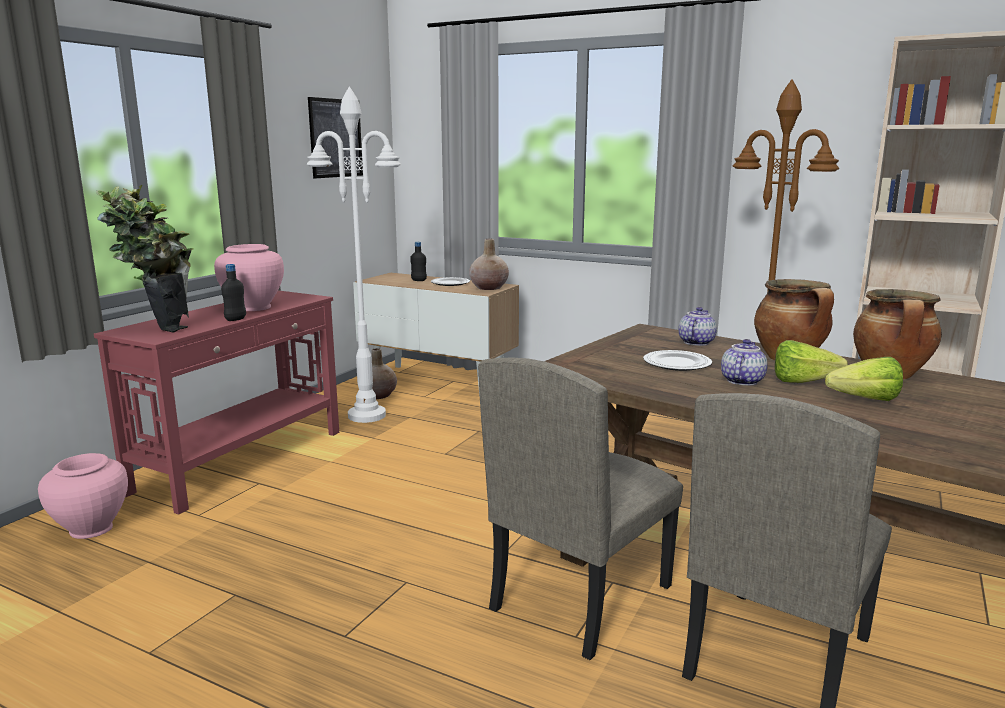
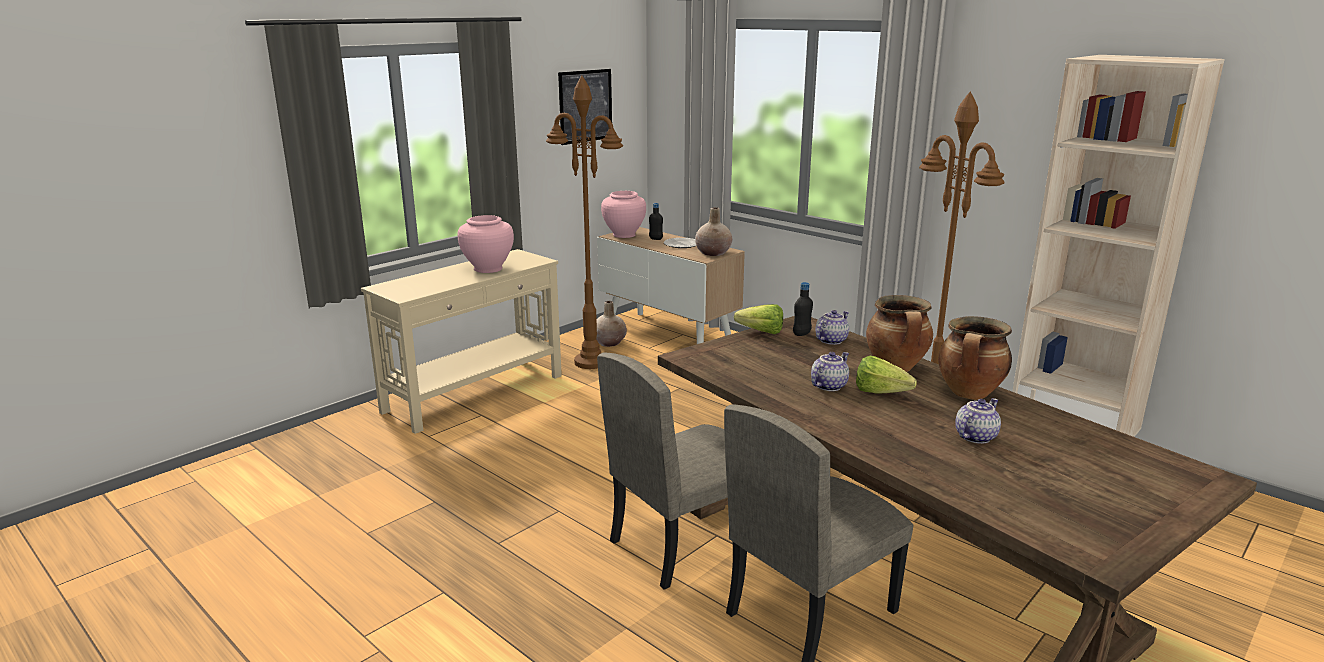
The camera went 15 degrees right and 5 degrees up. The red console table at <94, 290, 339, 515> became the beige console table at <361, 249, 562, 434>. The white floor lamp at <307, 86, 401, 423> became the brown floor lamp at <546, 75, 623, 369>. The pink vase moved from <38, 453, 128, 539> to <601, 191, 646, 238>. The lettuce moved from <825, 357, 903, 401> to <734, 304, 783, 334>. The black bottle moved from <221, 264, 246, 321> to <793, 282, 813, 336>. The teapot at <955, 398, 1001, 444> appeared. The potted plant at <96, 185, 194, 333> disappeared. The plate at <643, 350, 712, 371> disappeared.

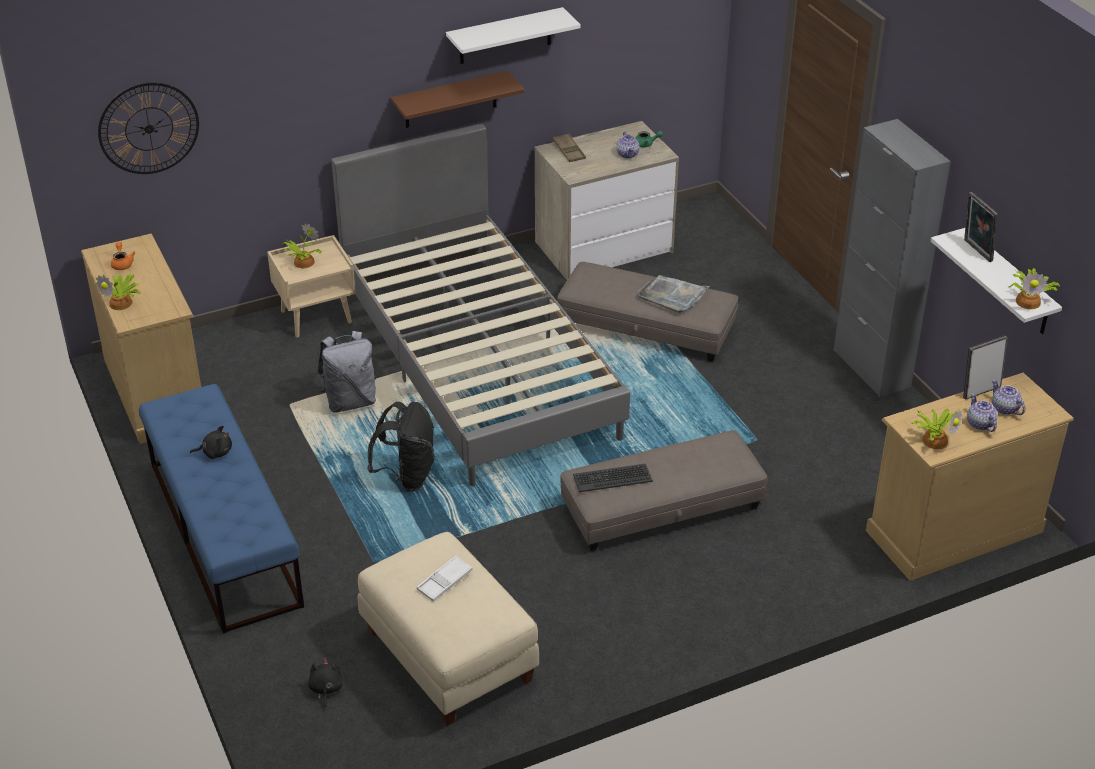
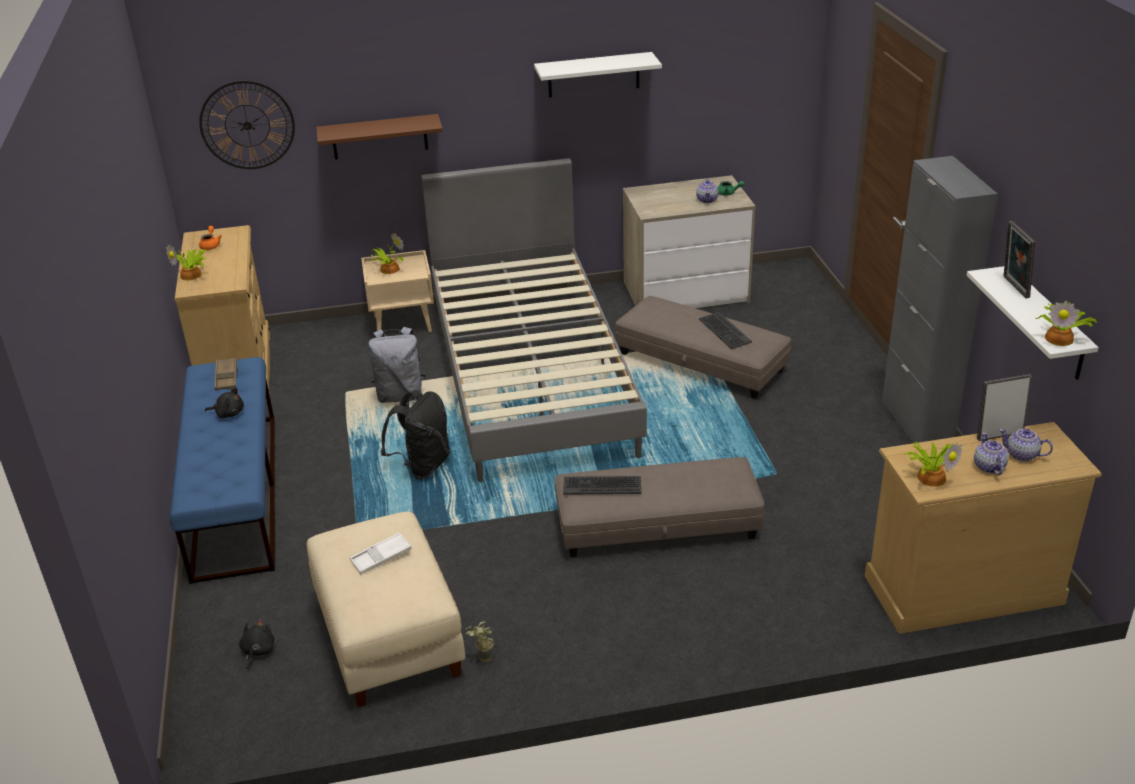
The camera went 15 degrees right and 5 degrees down. The brown tray moved from <552, 133, 586, 162> to <215, 358, 237, 390>. The brown shelf moved from <391, 71, 525, 128> to <316, 114, 443, 160>. The potted plant at <466, 622, 494, 662> appeared. The grey tray at <637, 275, 710, 313> was replaced by the keyboard at <699, 312, 752, 349>. The teapot at <992, 380, 1025, 415> turned 45 degrees counterclockwise.

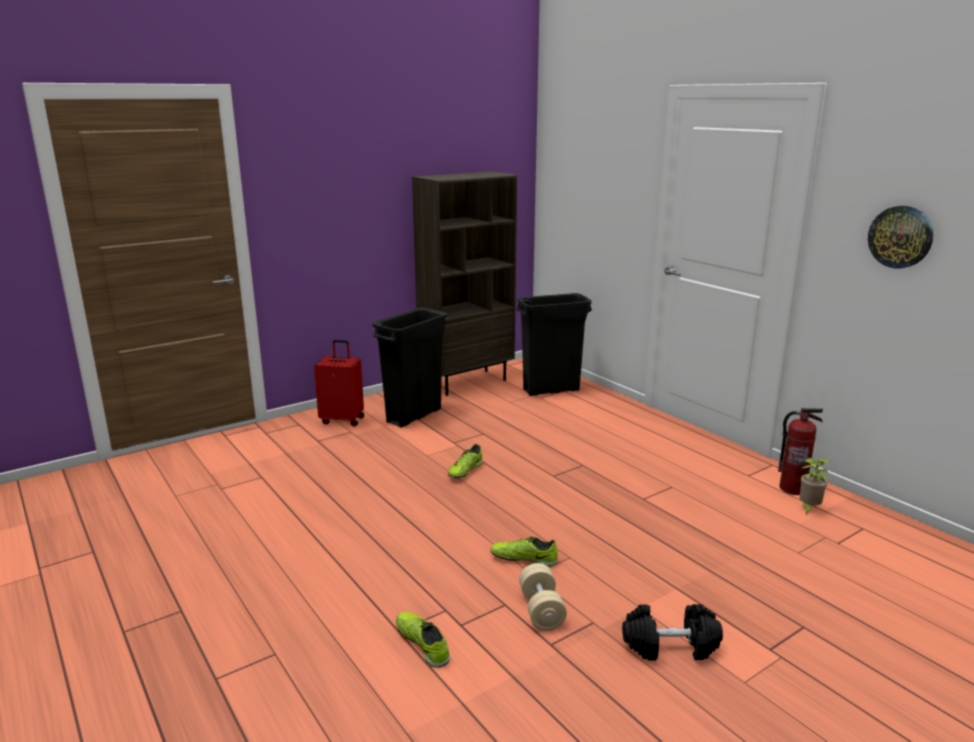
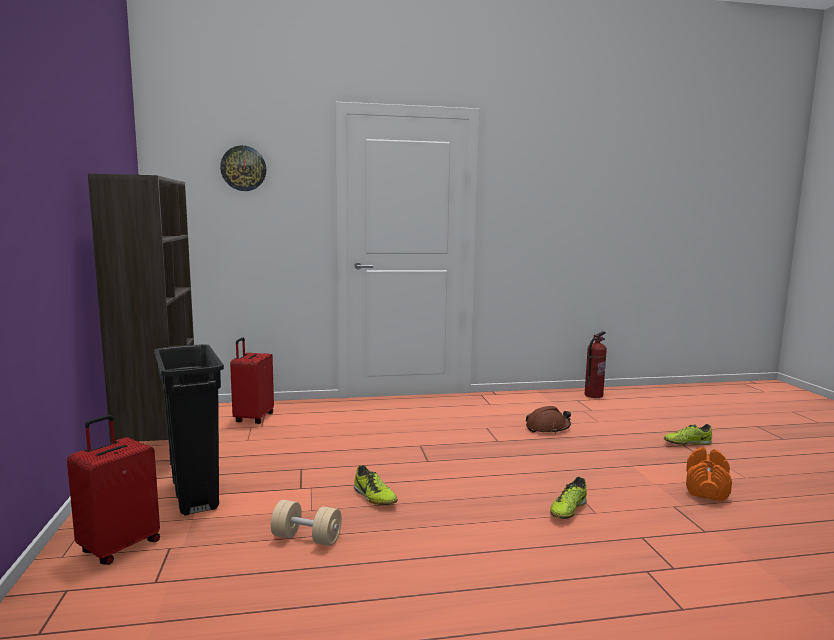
The camera went 65 degrees left and 10 degrees down. The wall clock moved from <868, 206, 933, 269> to <220, 146, 266, 191>. The black trash can at <516, 293, 592, 396> was replaced by the red suitcase at <230, 337, 274, 424>. The beige dumbbell moved from <519, 563, 567, 630> to <271, 500, 342, 546>. The brown hard hat at <526, 406, 571, 434> appeared. The fire extinguisher moved from <778, 408, 823, 495> to <585, 331, 607, 398>. The shoe moved from <396, 612, 450, 668> to <664, 424, 712, 445>. The black dumbbell at <622, 604, 723, 661> became the orange dumbbell at <686, 447, 732, 501>. The potted plant at <799, 458, 830, 514> disappeared.

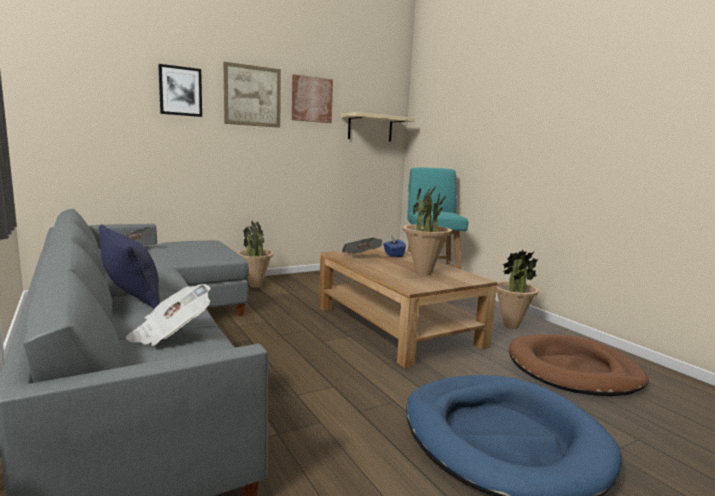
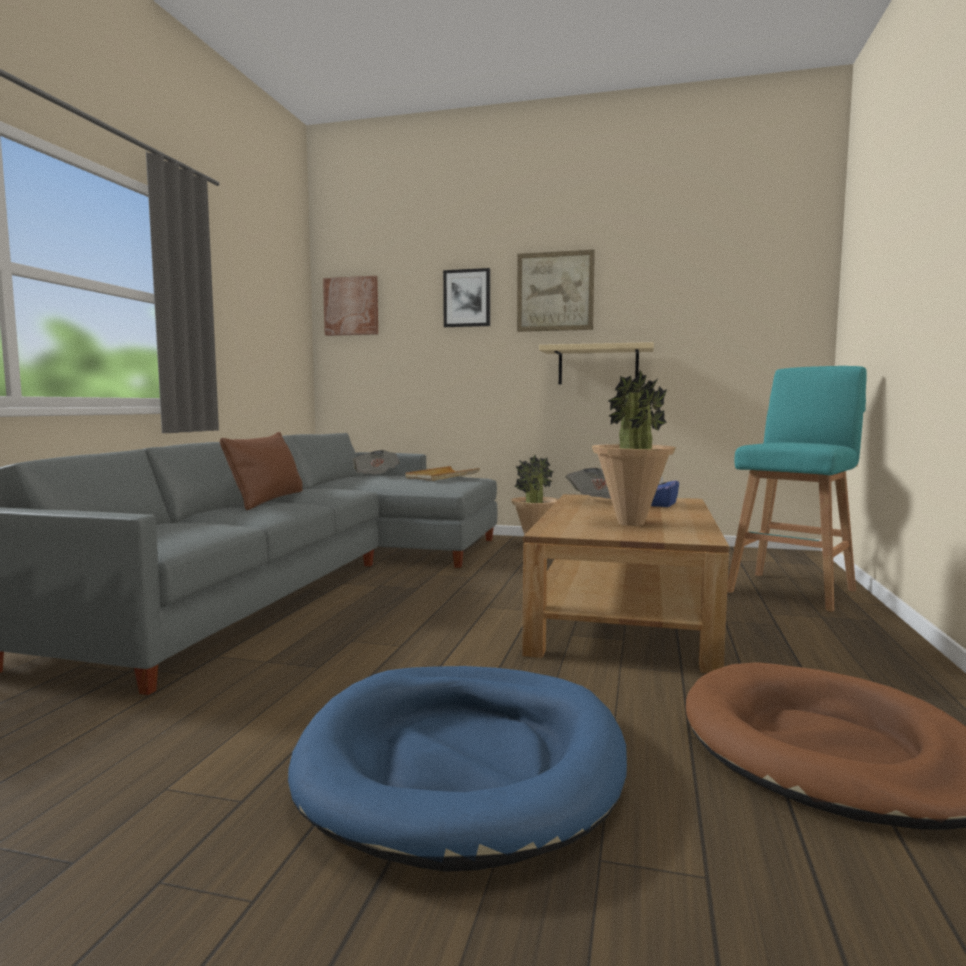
The camera went 45 degrees right and 5 degrees down. The blue pillow at <99, 224, 160, 309> became the brown pillow at <220, 432, 303, 510>. The picture moved from <292, 74, 333, 123> to <323, 276, 378, 336>. The beige tray at <405, 466, 480, 481> appeared. The beige shelf moved from <341, 112, 415, 142> to <539, 342, 654, 384>. The newspaper at <126, 284, 211, 346> disappeared. The potted plant at <496, 250, 539, 329> disappeared.

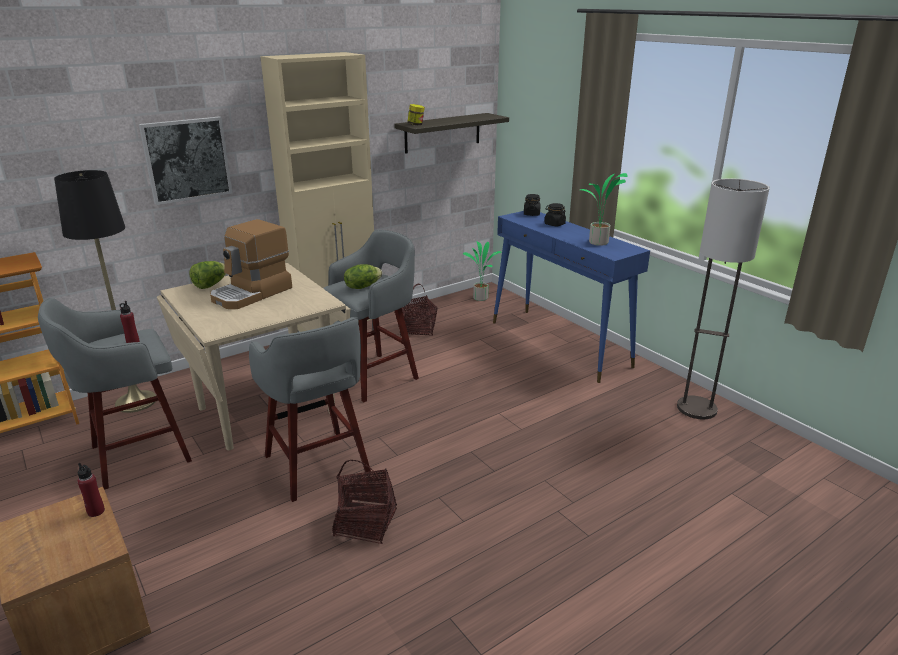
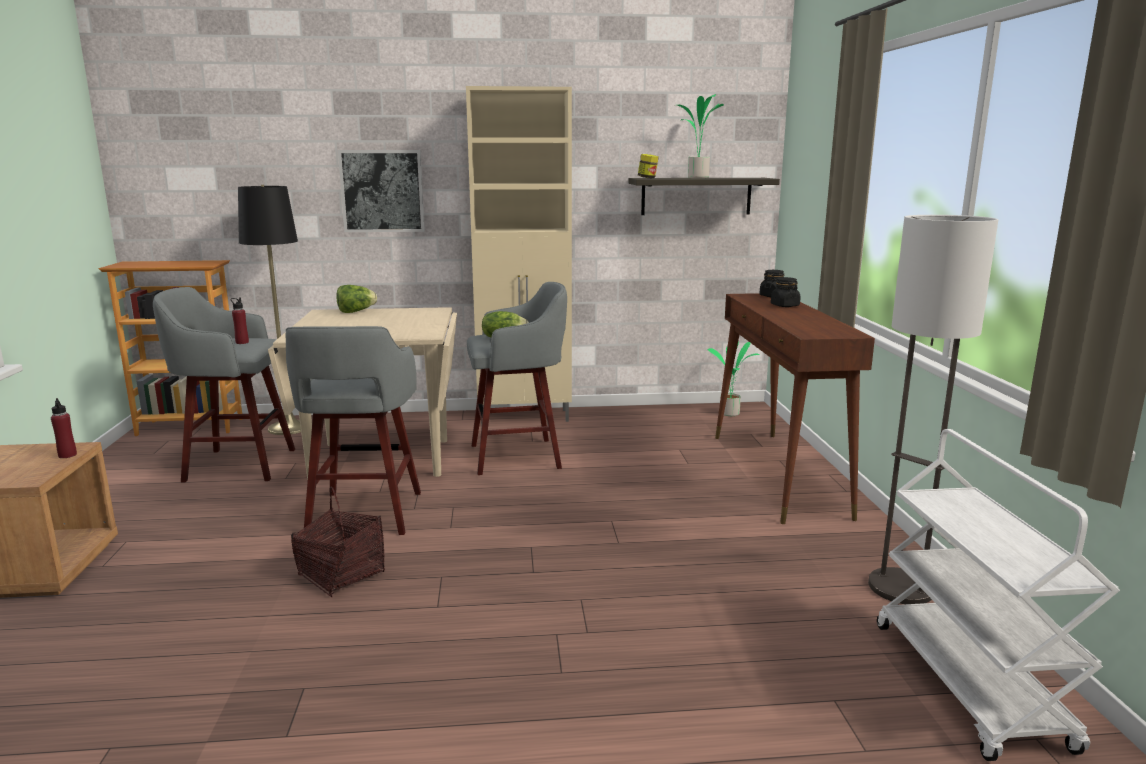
The camera went 30 degrees right and 10 degrees down. The potted plant moved from <580, 173, 628, 246> to <677, 94, 724, 178>. The blue console table at <493, 211, 650, 383> became the brown console table at <715, 293, 875, 524>. The white cart at <877, 429, 1120, 761> appeared. The coffee machine at <210, 219, 292, 309> disappeared. The basket at <400, 284, 438, 336> disappeared.

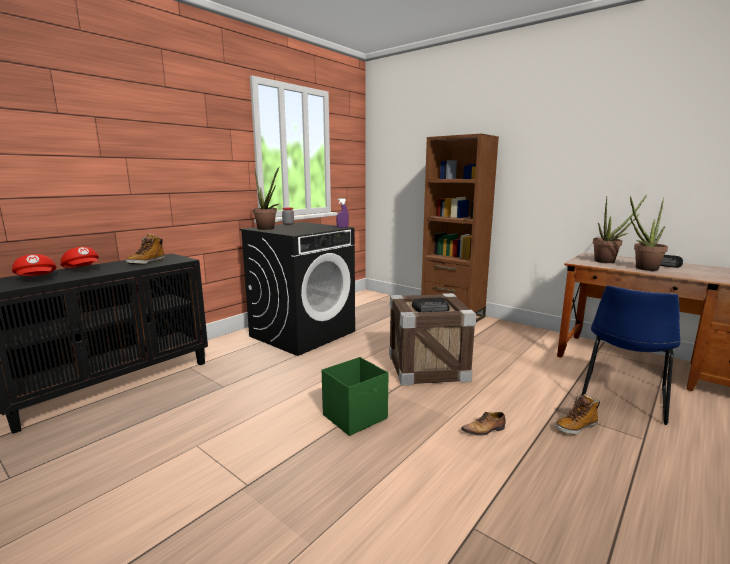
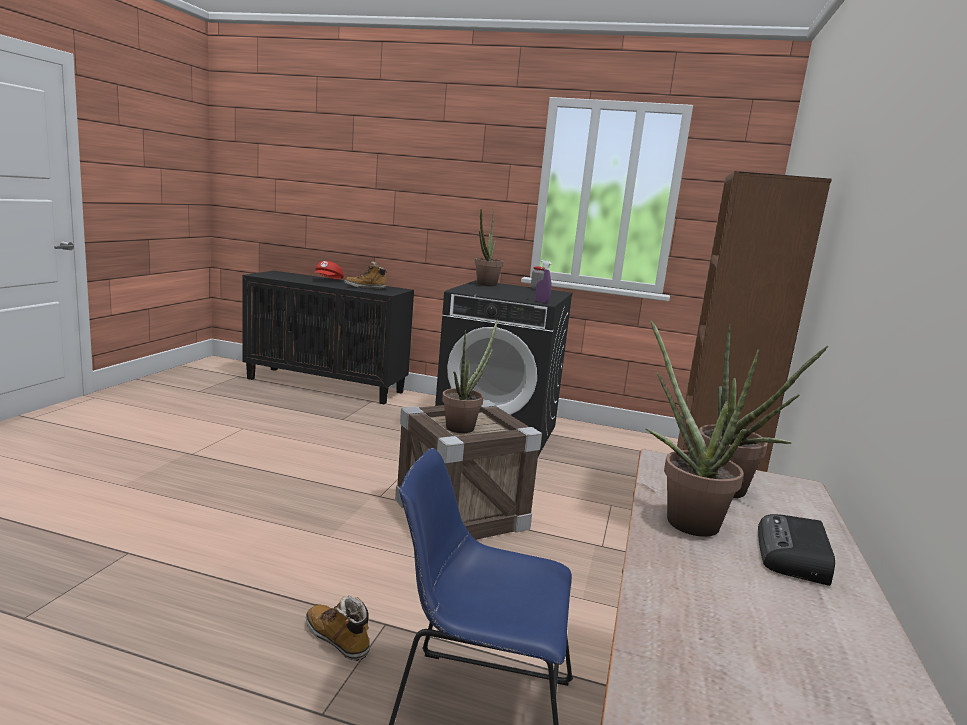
The camera went 65 degrees right and 0 degrees up. The radio at <412, 297, 450, 312> was replaced by the potted plant at <442, 319, 498, 433>. The red cap at <12, 254, 57, 276> disappeared. The green storage box at <322, 357, 389, 436> disappeared. The shoe at <461, 412, 506, 436> disappeared.

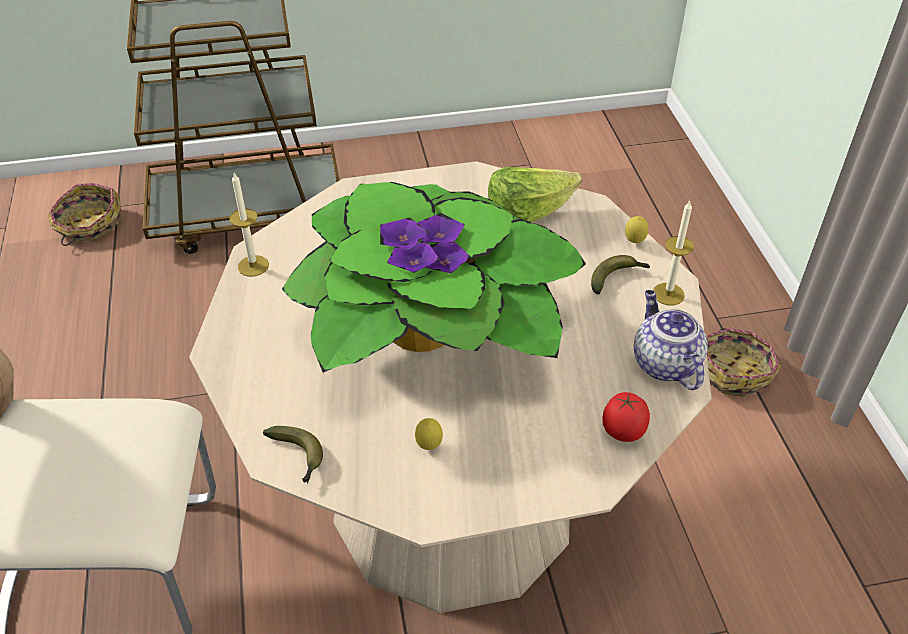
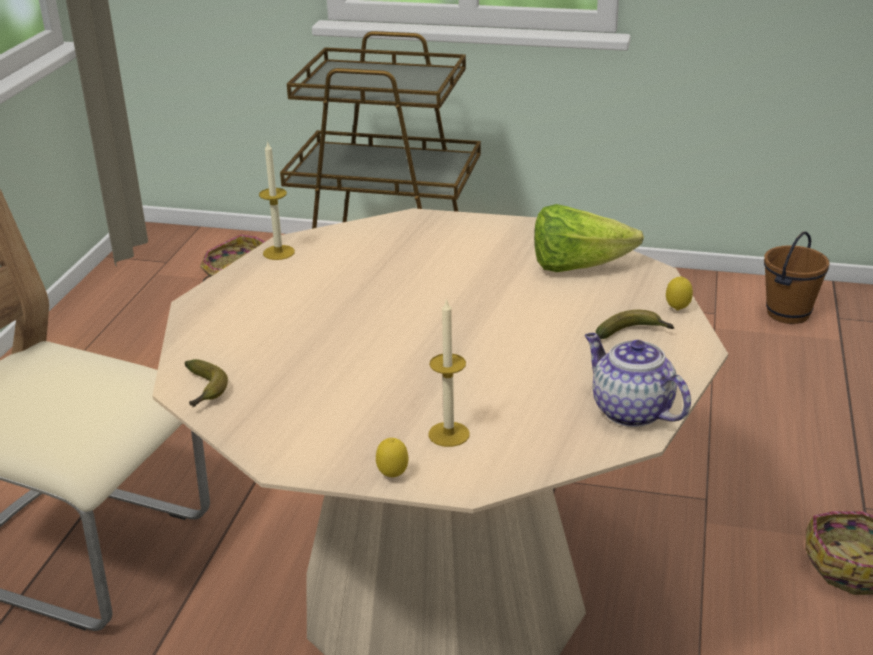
The camera went 25 degrees right and 15 degrees down. The lemon moved from <415, 418, 443, 450> to <376, 438, 408, 477>. The candle moved from <653, 201, 694, 306> to <428, 298, 470, 447>. The teapot at <634, 290, 708, 390> turned 45 degrees counterclockwise. The brown bucket at <764, 231, 830, 324> appeared. The potted plant at <282, 182, 586, 373> disappeared. The tomato at <602, 392, 650, 442> disappeared.

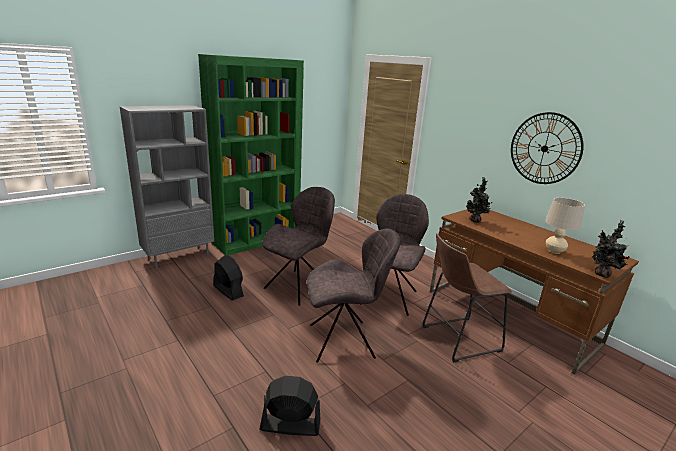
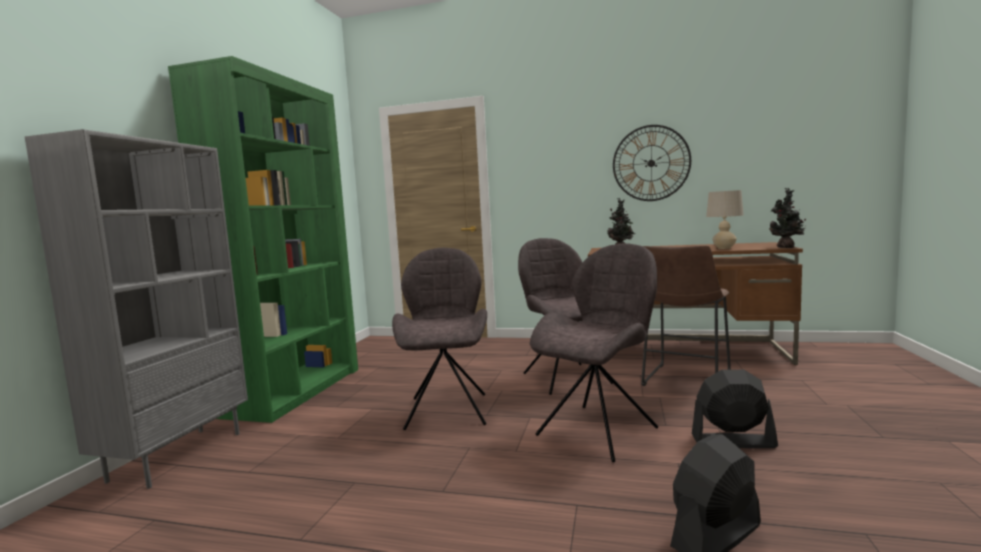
The camera went 35 degrees left and 15 degrees down. The black fan moved from <213, 255, 244, 301> to <692, 370, 778, 448>.

